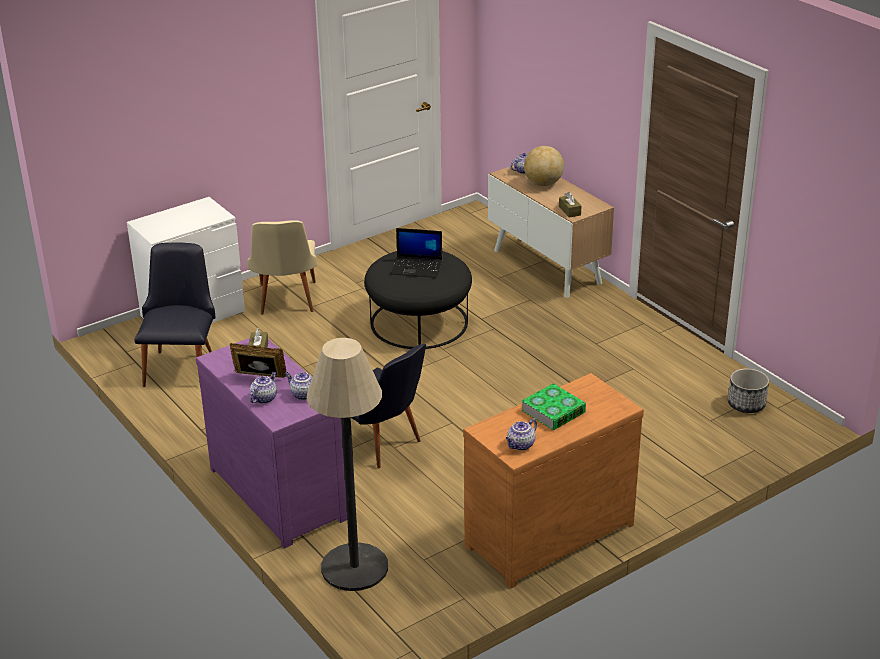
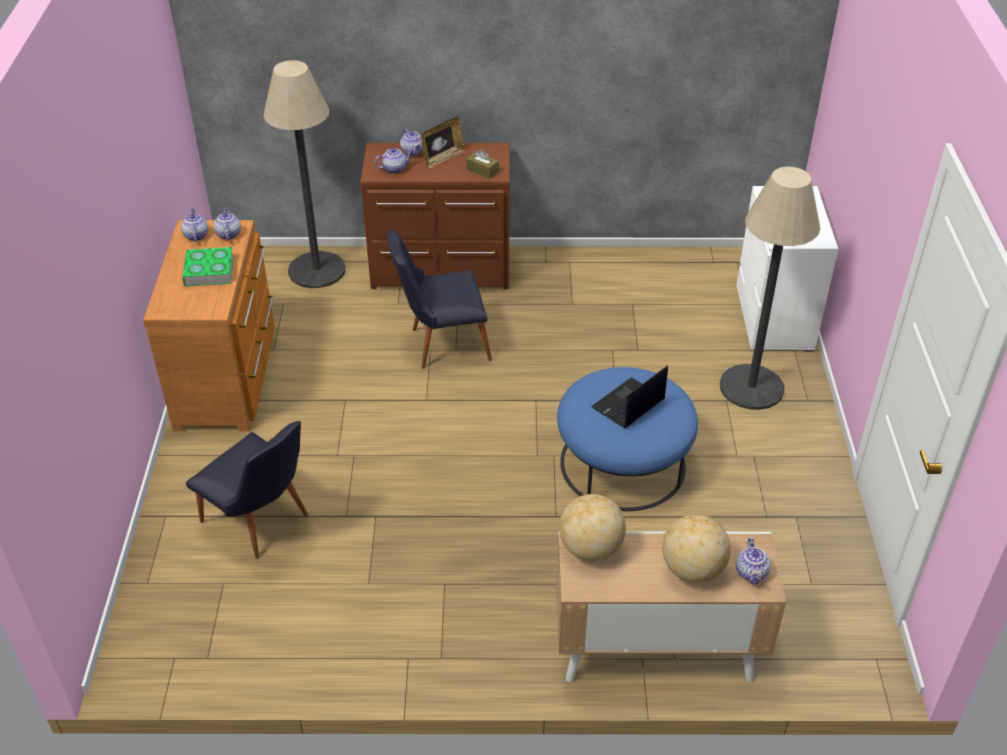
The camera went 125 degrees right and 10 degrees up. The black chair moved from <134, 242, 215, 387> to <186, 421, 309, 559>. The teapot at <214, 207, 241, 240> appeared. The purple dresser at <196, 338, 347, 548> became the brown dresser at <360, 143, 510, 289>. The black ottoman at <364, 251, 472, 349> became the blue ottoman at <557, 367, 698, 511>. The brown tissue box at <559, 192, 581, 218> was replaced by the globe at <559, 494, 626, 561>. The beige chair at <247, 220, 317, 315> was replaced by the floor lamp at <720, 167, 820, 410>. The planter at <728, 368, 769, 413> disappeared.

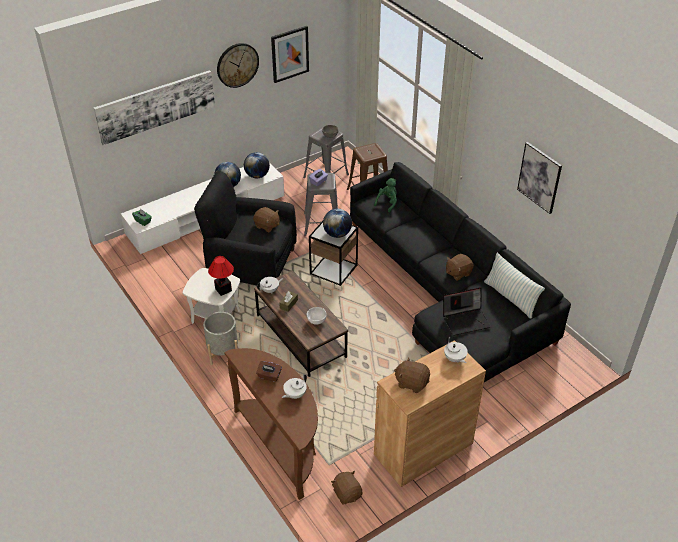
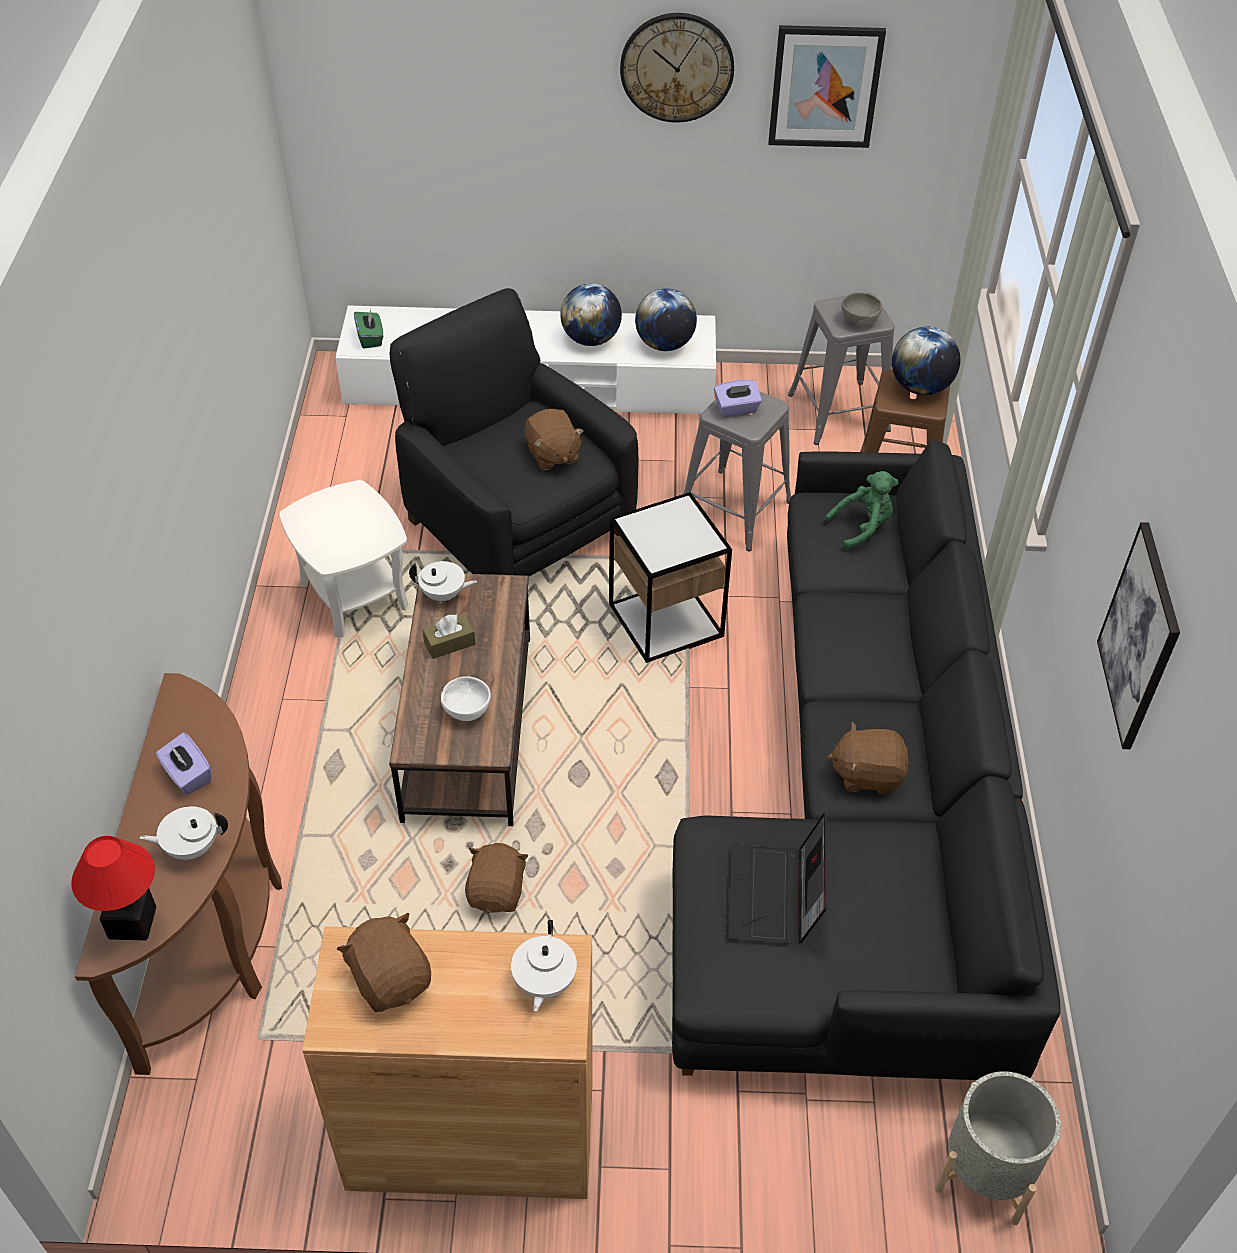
The camera went 35 degrees right and 5 degrees up. The table lamp moved from <208, 256, 234, 296> to <71, 836, 156, 941>. The brown tissue box at <256, 361, 282, 382> became the purple tissue box at <156, 732, 212, 795>. The brown plush toy moved from <331, 471, 362, 504> to <465, 843, 528, 913>. The laptop at <443, 287, 491, 336> turned 75 degrees clockwise. The globe moved from <323, 209, 352, 238> to <892, 327, 960, 395>. The grey planter moved from <203, 312, 238, 365> to <935, 1071, 1061, 1225>. The picture at <94, 70, 215, 145> disappeared. The pillow at <484, 253, 545, 319> disappeared.

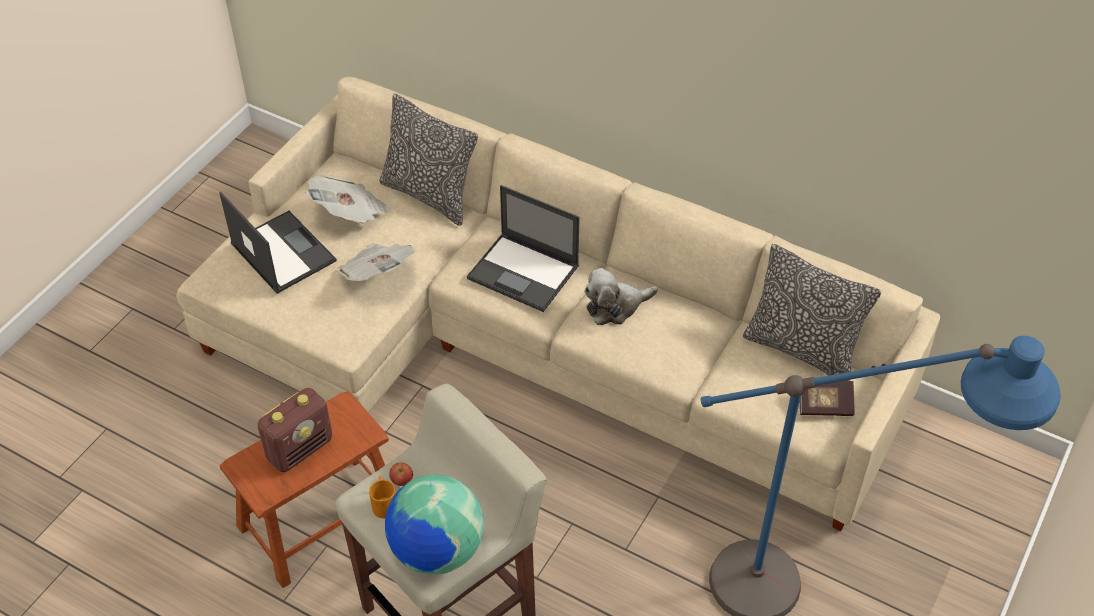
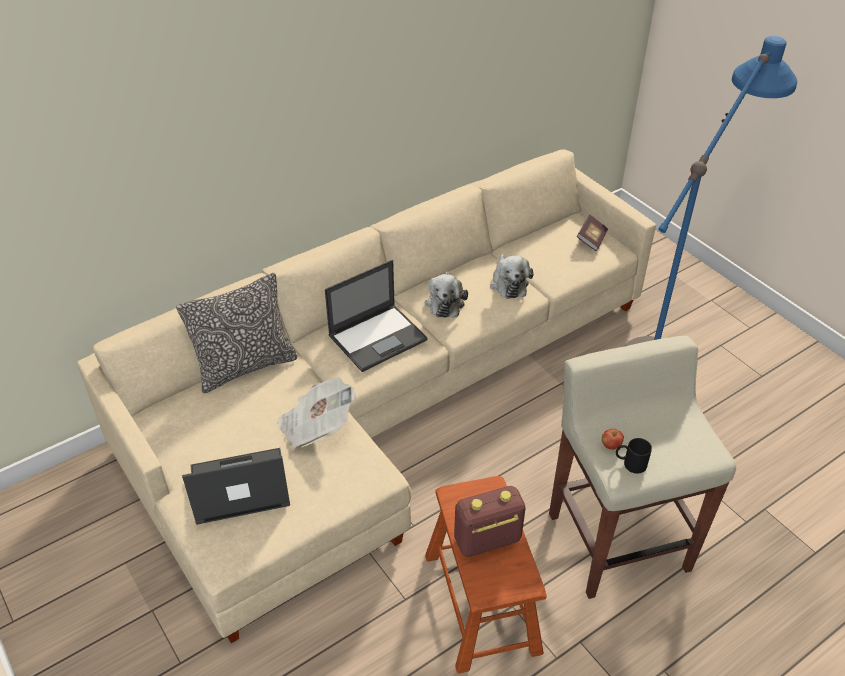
The camera went 65 degrees left and 5 degrees down. The radio at <257, 388, 332, 472> turned 90 degrees counterclockwise. The plush toy at <490, 254, 533, 299> appeared. The orange mug at <369, 476, 396, 518> became the black mug at <616, 438, 652, 474>. The newspaper at <305, 175, 391, 223> disappeared. The globe at <385, 474, 484, 575> disappeared. The pillow at <743, 244, 881, 381> disappeared.

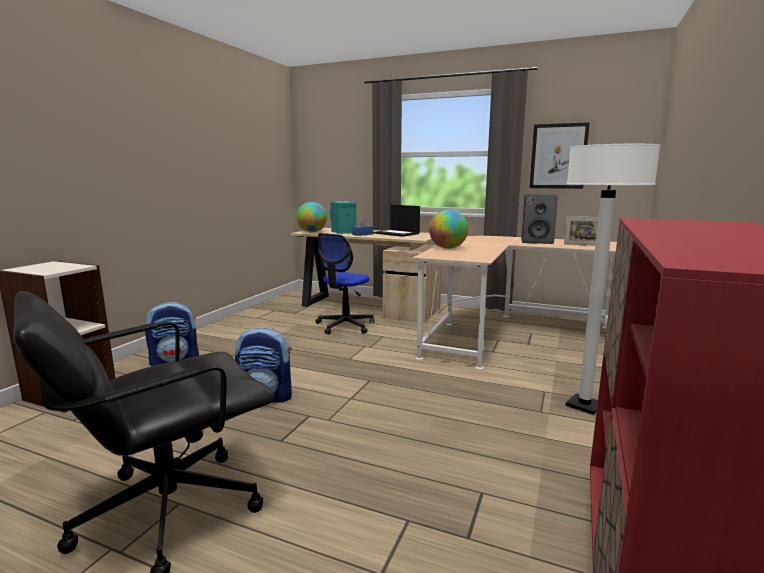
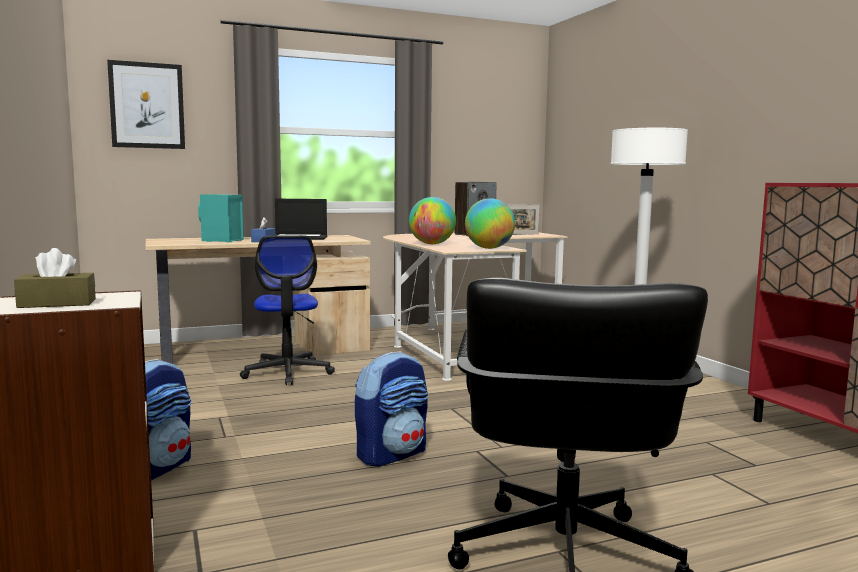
The camera went 45 degrees left and 5 degrees down. The brown tissue box at <14, 248, 96, 308> appeared. The picture moved from <530, 122, 590, 189> to <107, 60, 185, 149>. The globe moved from <297, 202, 327, 232> to <465, 198, 515, 249>.

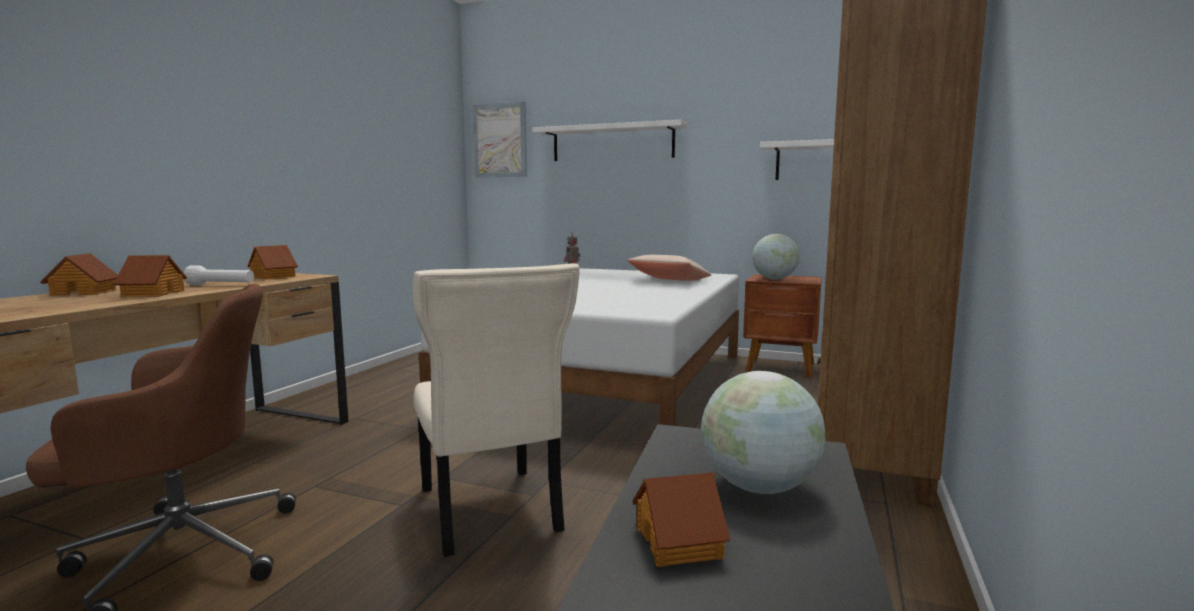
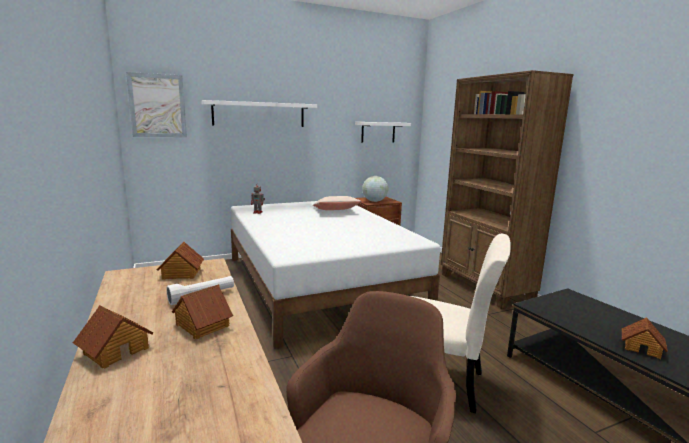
The camera went 45 degrees left and 5 degrees up. The globe at <701, 371, 825, 494> disappeared.

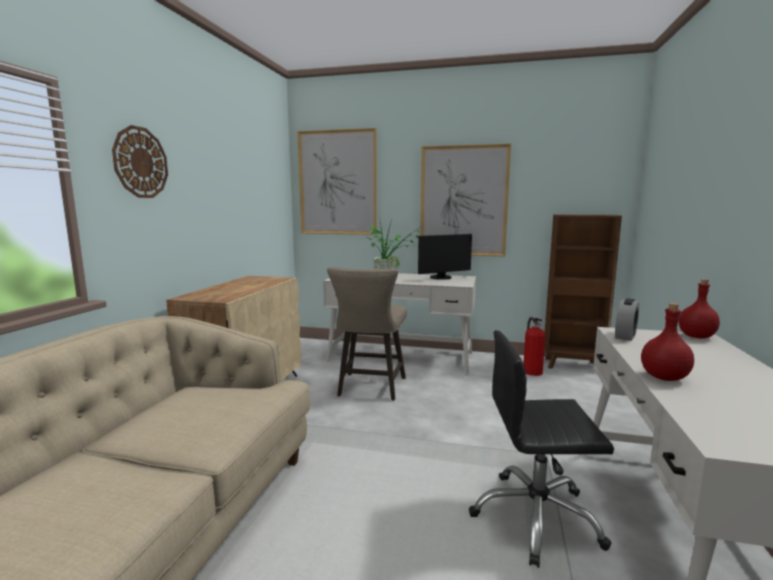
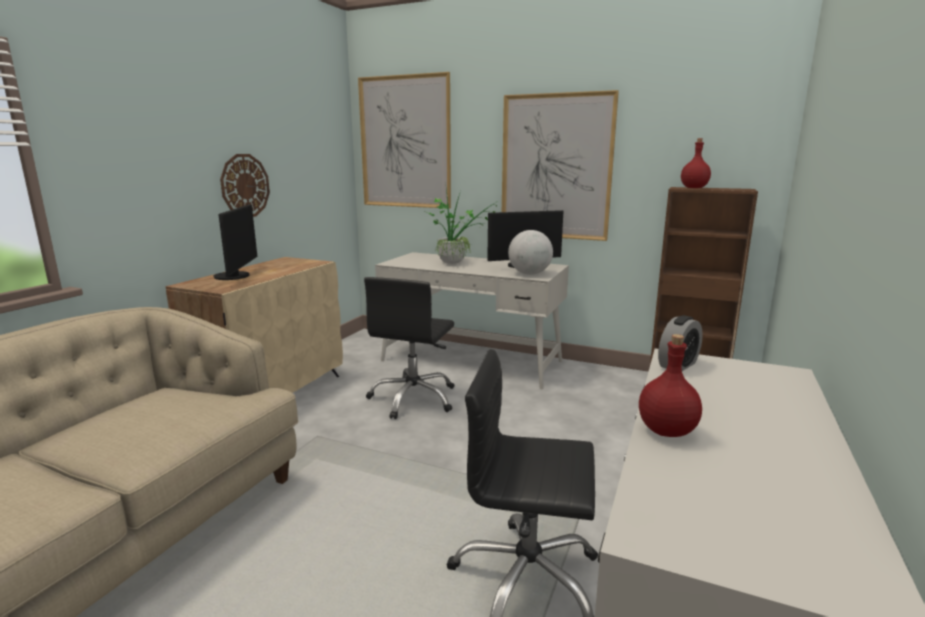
The camera went 10 degrees right and 5 degrees up. The monitor at <213, 204, 257, 280> appeared. The wall clock moved from <112, 125, 168, 198> to <220, 154, 270, 217>. The beige stool at <327, 267, 407, 400> was replaced by the black office chair at <364, 277, 454, 419>. The globe at <508, 230, 553, 275> appeared. The red bottle moved from <679, 279, 720, 338> to <681, 138, 711, 188>. The fire extinguisher at <523, 317, 545, 376> disappeared.

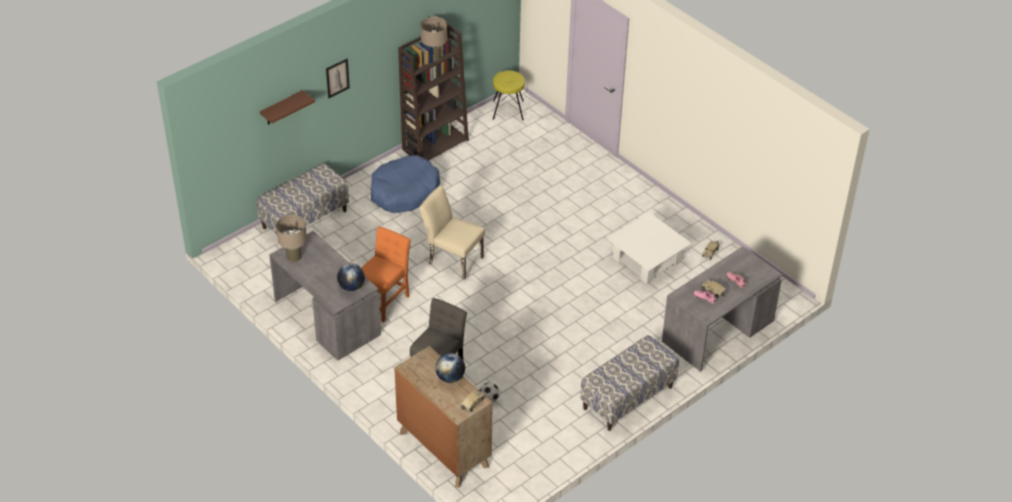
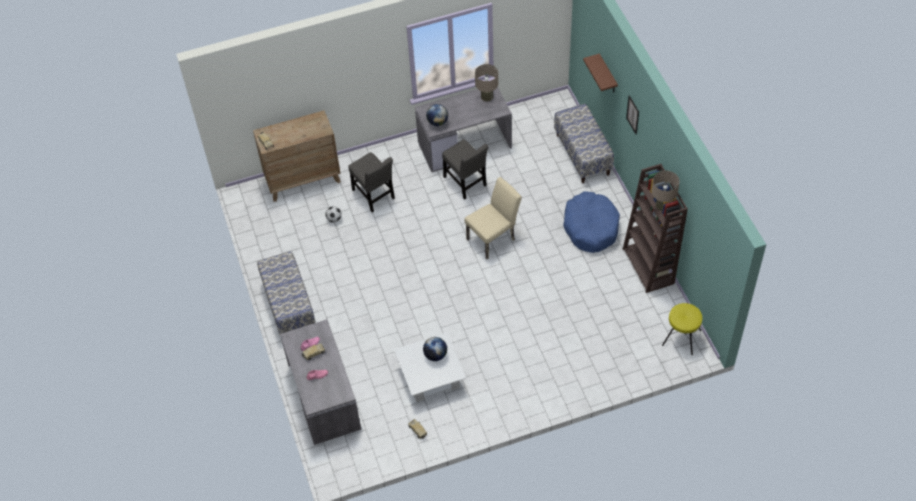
The camera went 115 degrees right and 10 degrees up. The globe moved from <435, 353, 465, 383> to <423, 337, 447, 361>. The orange chair at <361, 227, 411, 322> became the grey chair at <442, 139, 488, 199>.

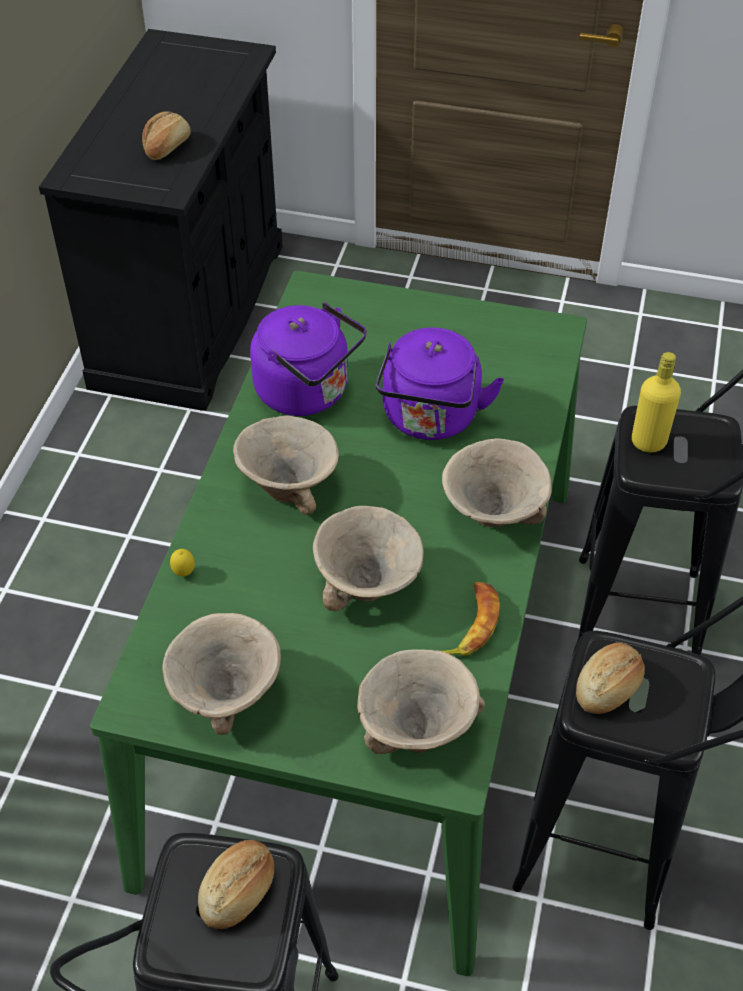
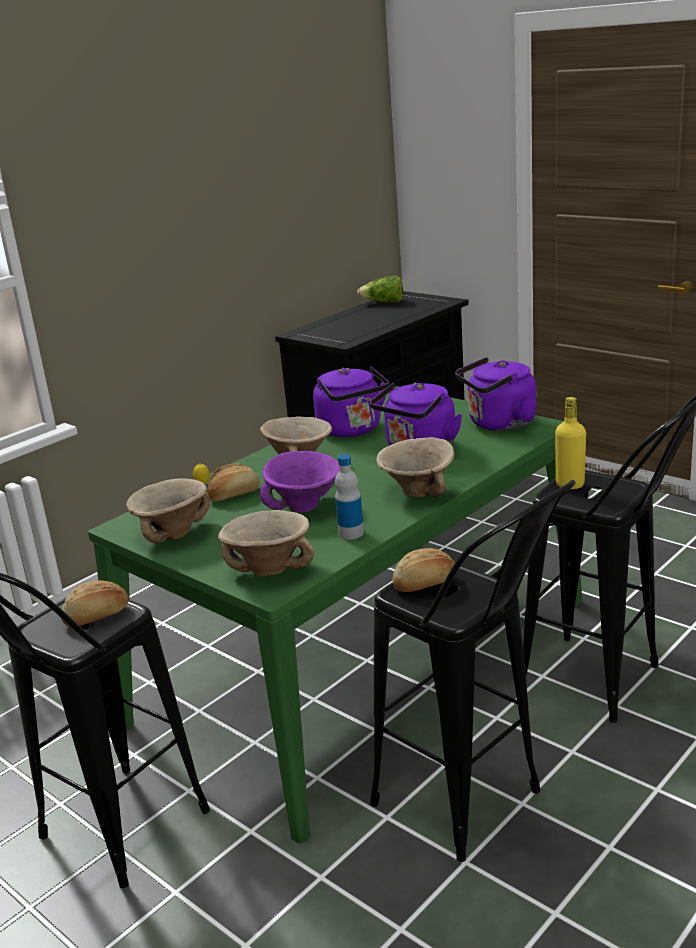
The camera went 30 degrees right and 25 degrees down. The bread moved from <142, 111, 191, 160> to <207, 463, 260, 501>. The beige bowl at <313, 506, 424, 611> became the purple bowl at <260, 451, 340, 513>. The banana at <442, 582, 500, 656> was replaced by the bottle at <335, 454, 364, 539>. The lettuce at <357, 276, 403, 303> appeared. The purple kettle at <455, 357, 536, 431> appeared.

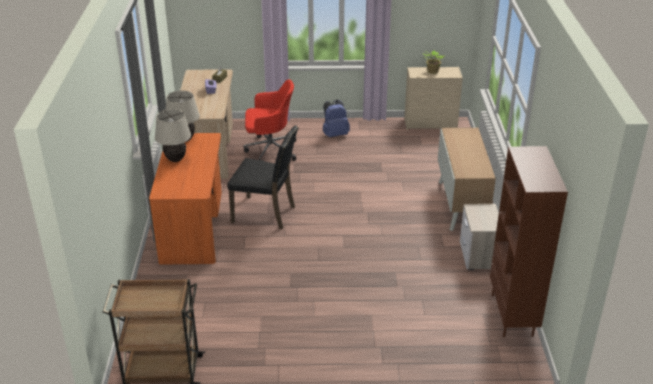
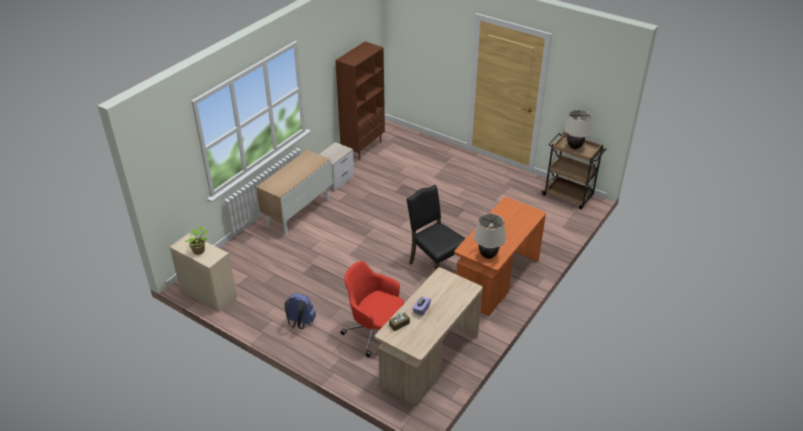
The camera went 145 degrees left and 5 degrees up. The beige table lamp moved from <155, 109, 191, 162> to <564, 109, 591, 149>.

